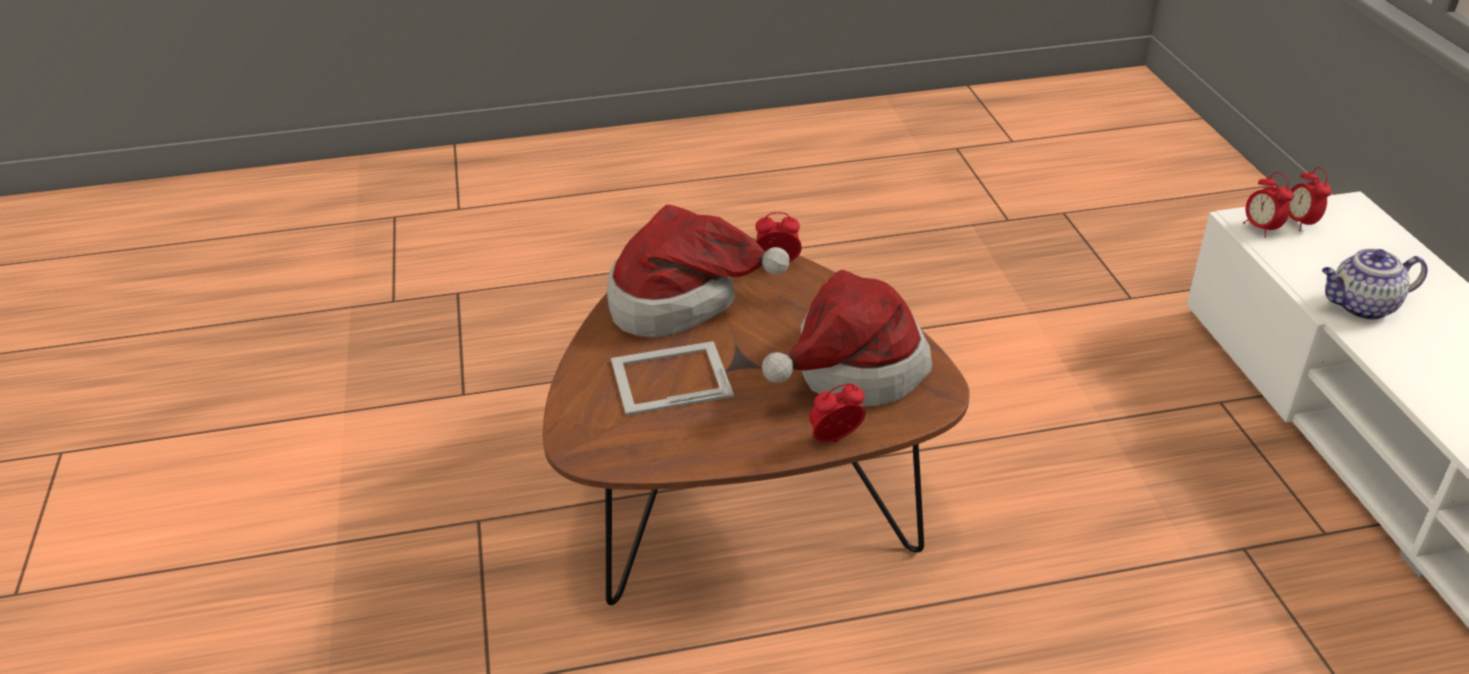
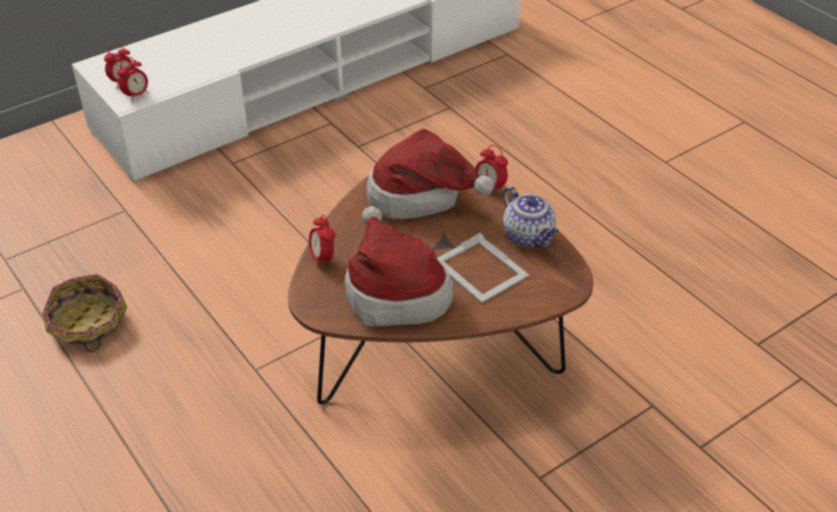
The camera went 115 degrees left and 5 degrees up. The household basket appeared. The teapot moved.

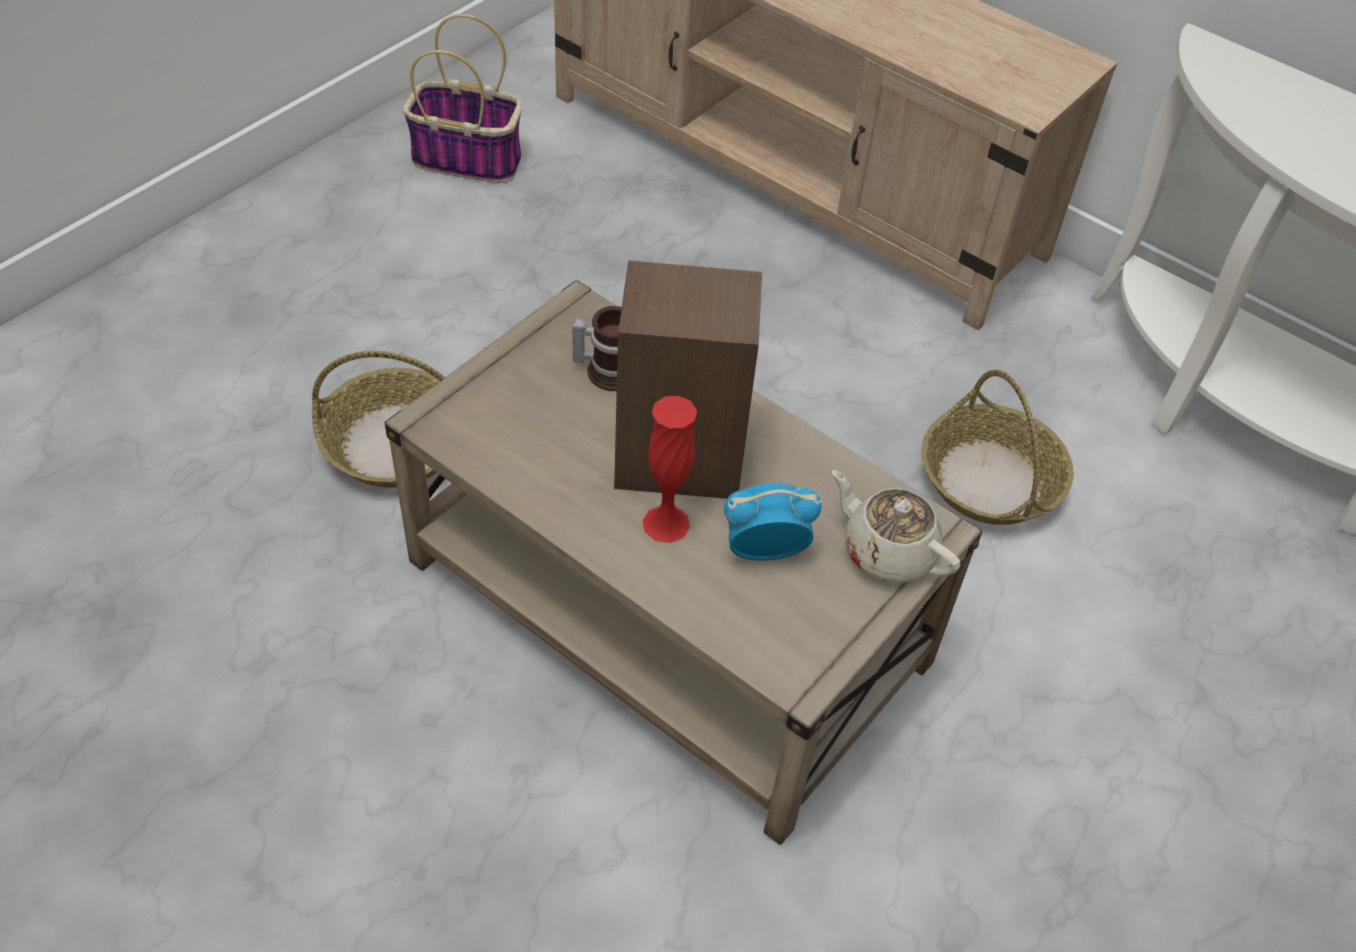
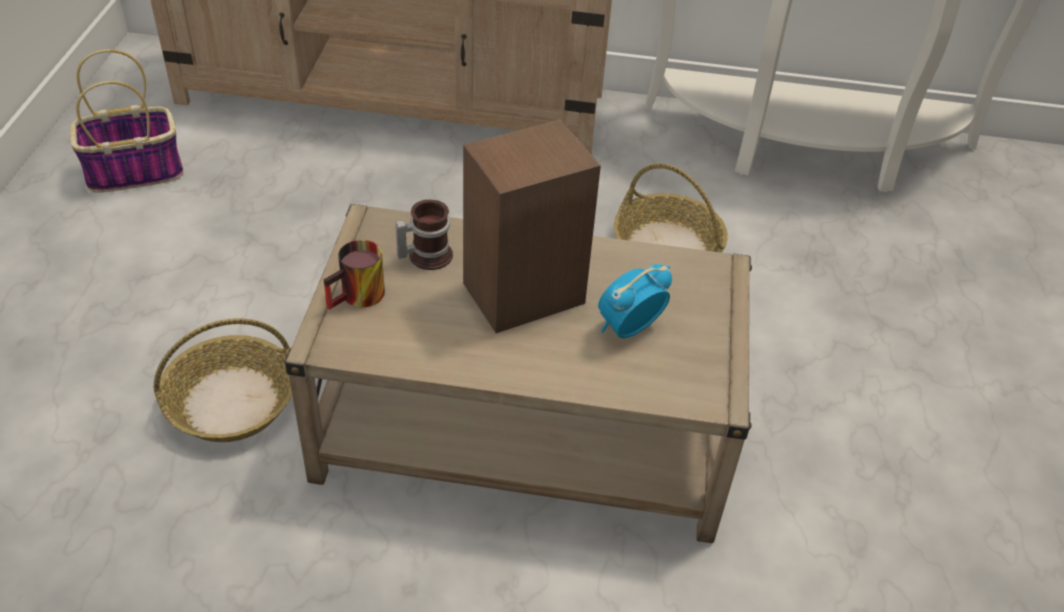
The camera went 30 degrees left and 5 degrees down. The mug (no. 1 from left) appeared. The red decorative vase disappeared. The beige teapot disappeared.

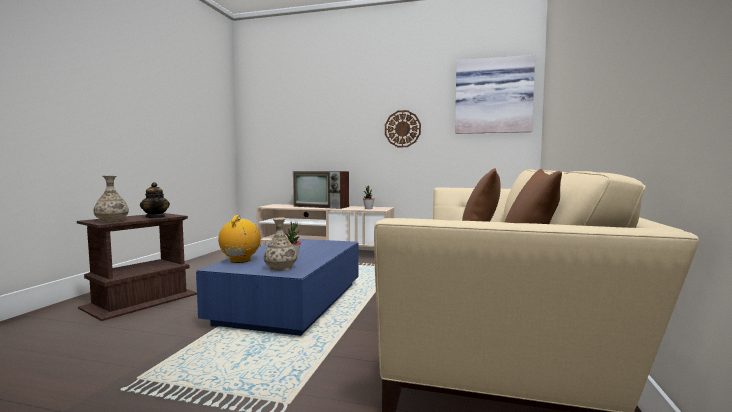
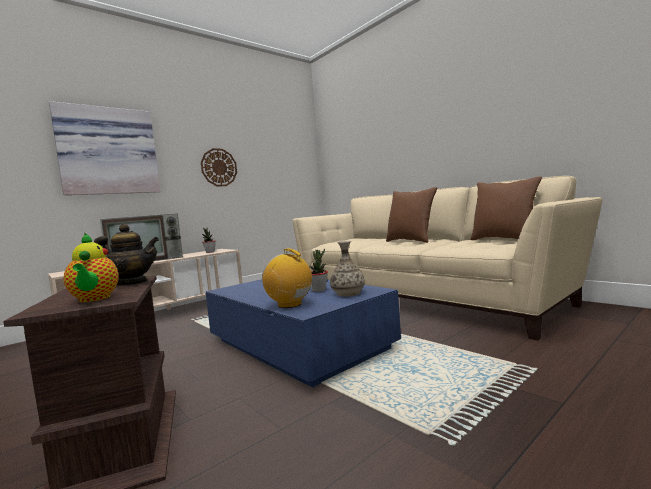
The camera went 55 degrees left and 0 degrees up. The picture moved. The decorative vase (no. 1 from left) was replaced by the teapot (no. 1 from left).

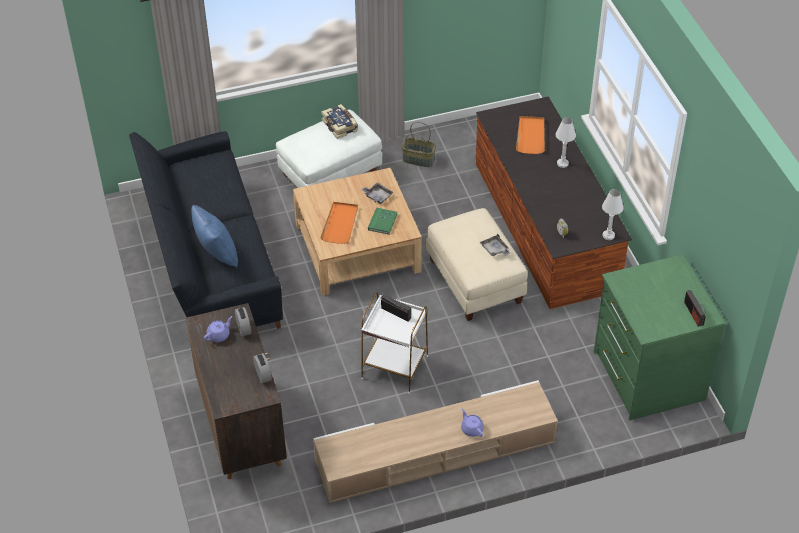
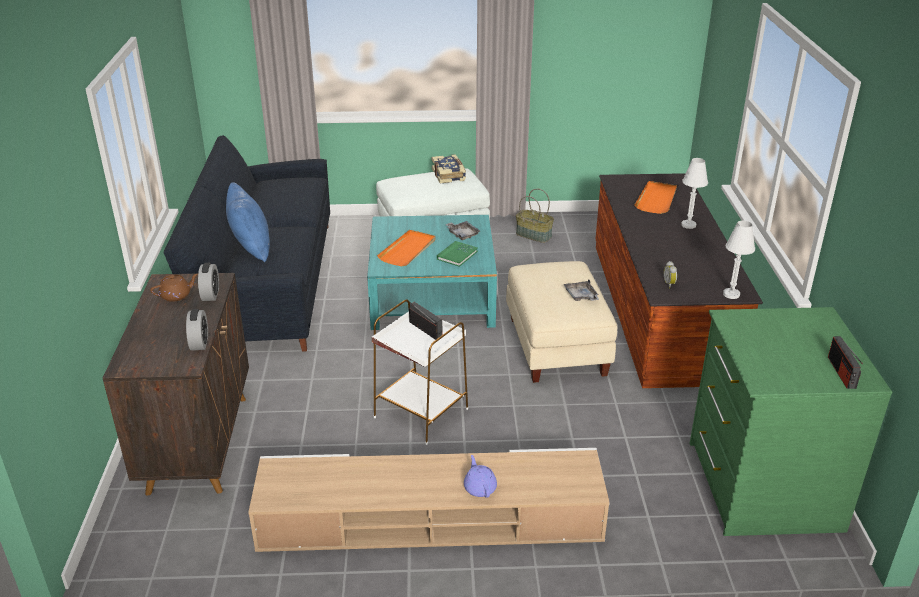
The camera went 15 degrees right and 15 degrees down. The purple teapot (no. 1 from left) became the brown-coloured teapot. The beige low table became the turquoise-coloured low table.

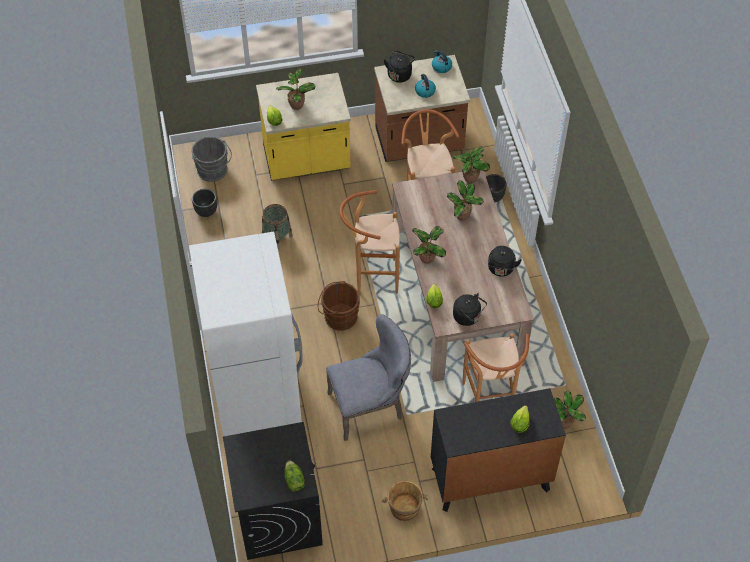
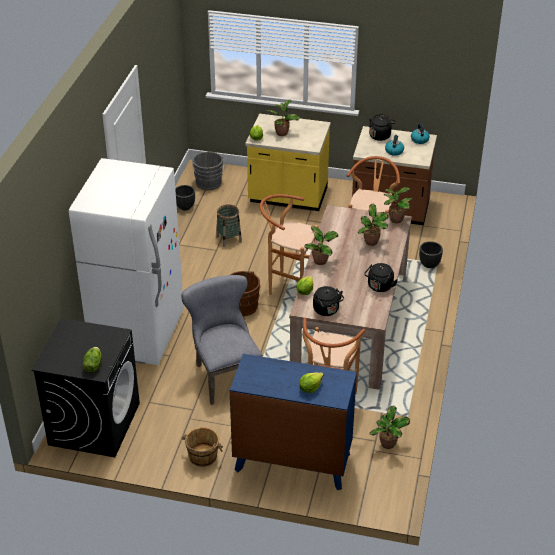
The camera went 25 degrees right and 15 degrees down. The gray chair turned 120 degrees counterclockwise. The blackish dresser became the blue-coloured dresser.

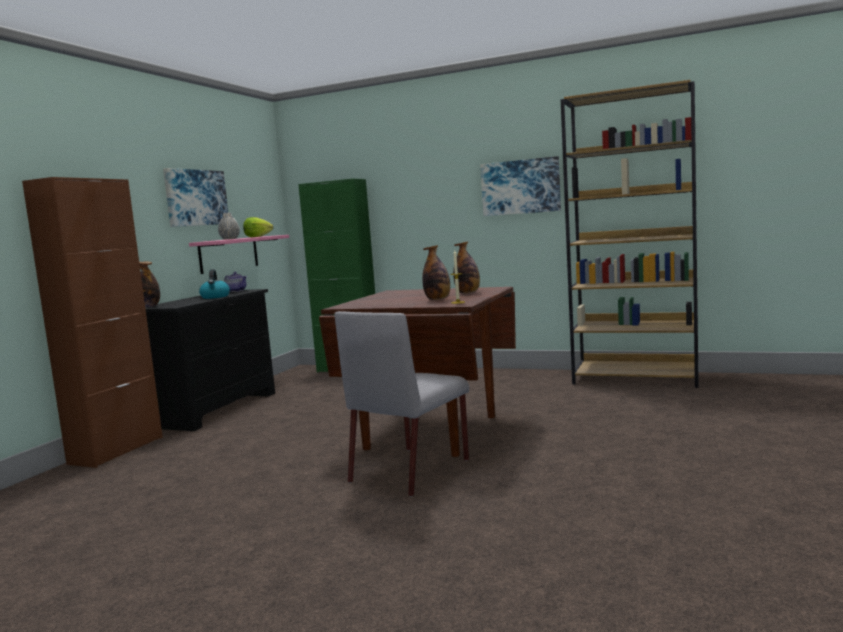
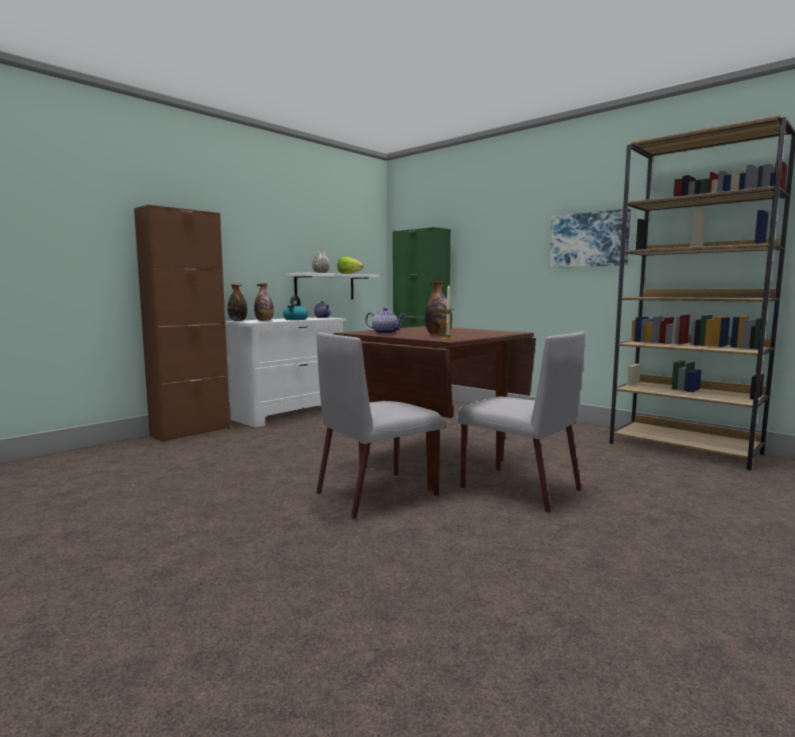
The camera went 20 degrees right and 0 degrees up. The blackish dresser became the white-coloured dresser. The beverage bottle (no. 3 from left in the first image) moved. The pink-coloured wall shelf became the white-coloured wall shelf. The teapot (no. 2 from left) appeared. The gray chair (no. 2 from left) appeared. The picture (no. 1 from left) disappeared.

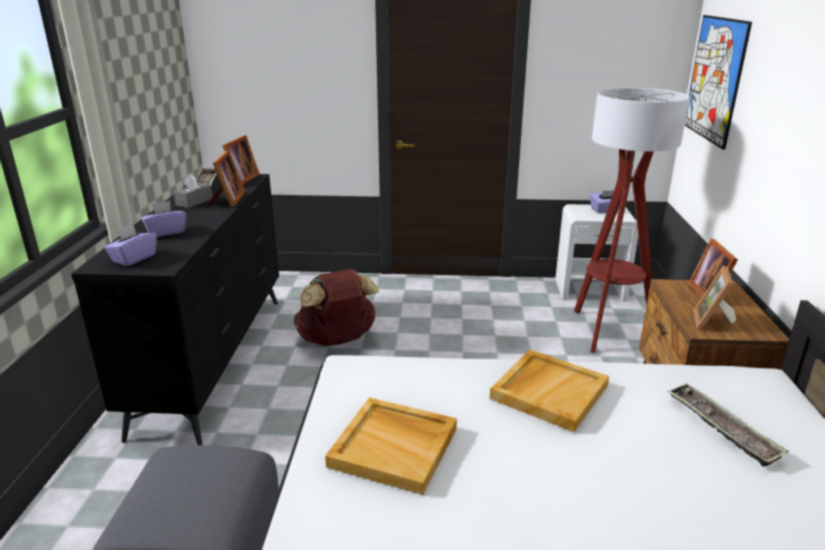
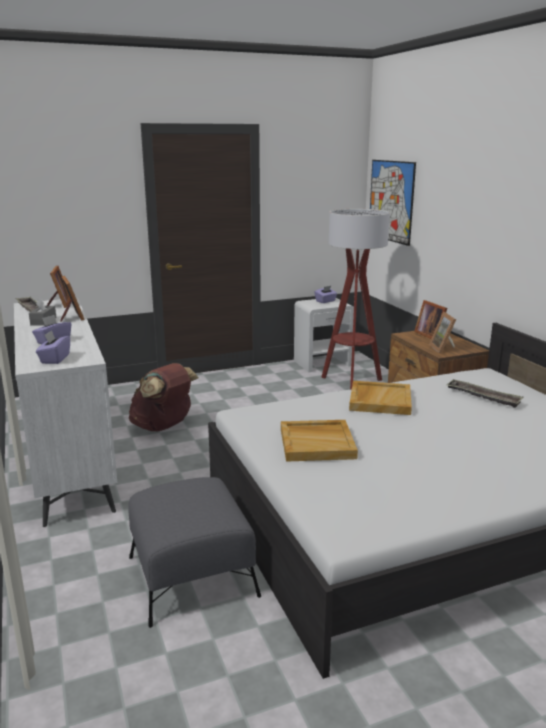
The camera went 25 degrees left and 5 degrees down. The blackish dresser became the white-coloured dresser.

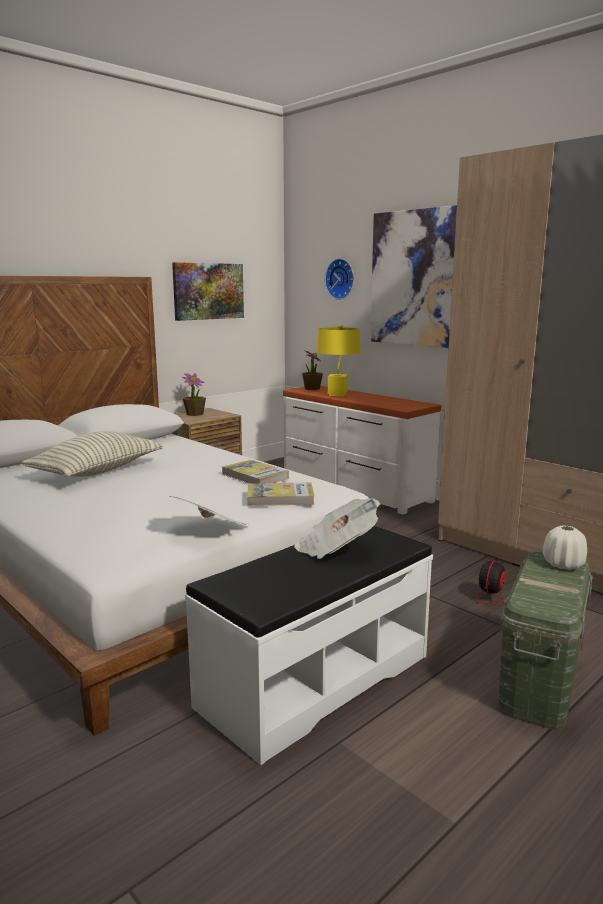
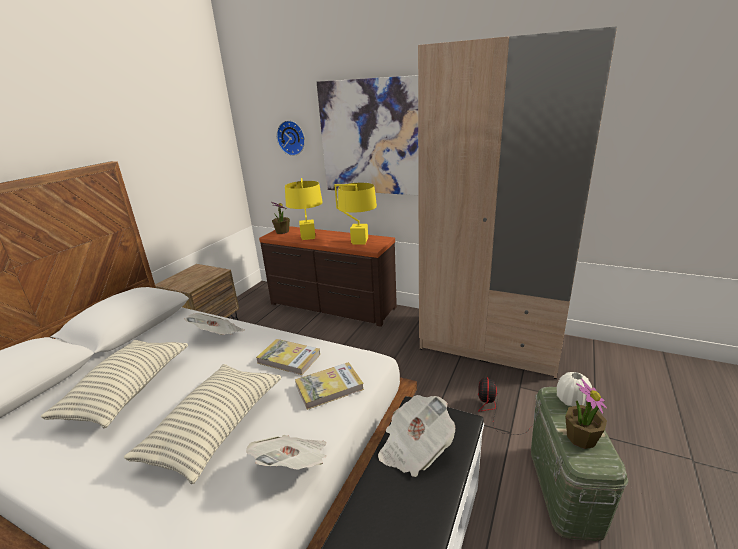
The camera went 20 degrees left and 10 degrees up. The throw pillow (no. 2 from left) appeared. The printed paper (no. 1 from left) appeared. The white-coloured dresser became the brown-coloured dresser. The yellow-coloured table lamp (no. 2 from left) appeared. The potted plant (no. 1 from left in the first image) moved. The picture (no. 1 from left) disappeared.

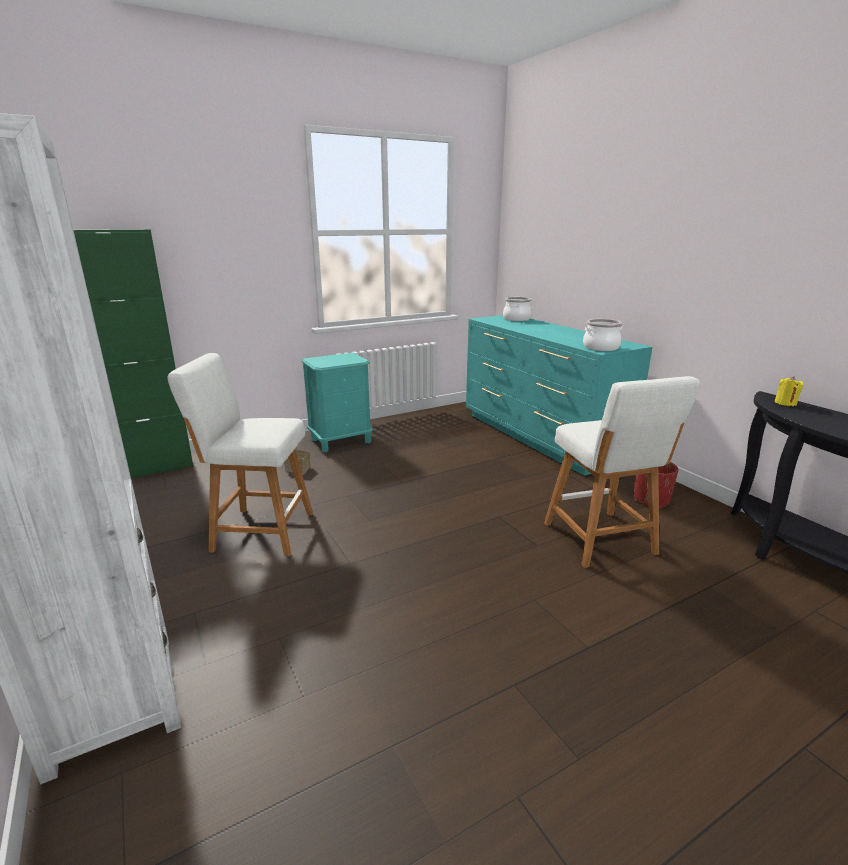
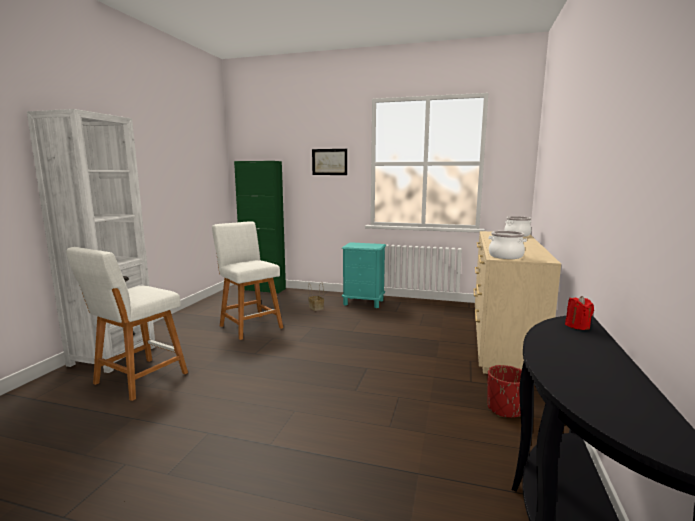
The camera went 45 degrees right and 10 degrees down. The white-coloured stool seat (no. 2 from left in the first image) moved. The picture appeared. The turquoise-coloured dresser became the beige dresser. The yellow-coloured wax light became the red wax light.

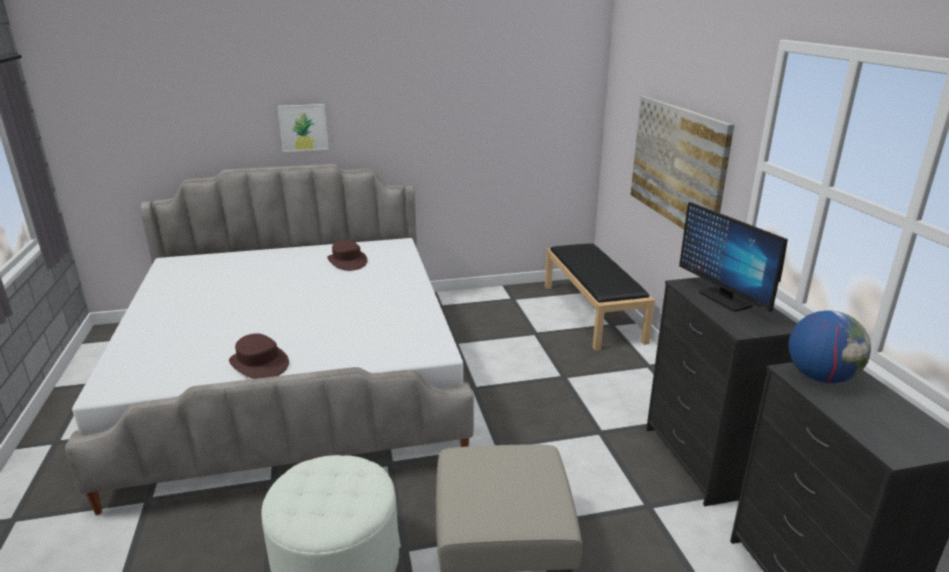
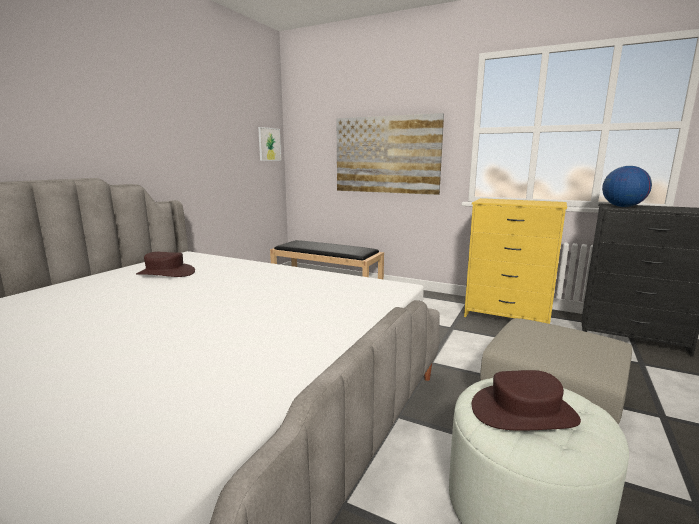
The camera went 50 degrees left and 10 degrees down. The picture (no. 1 from left) moved. The blackish dresser (no. 1 from left) became the yellow-coloured dresser. The brown-coloured wearable hat (no. 1 from left in the first image) moved. The computer screen disappeared.

